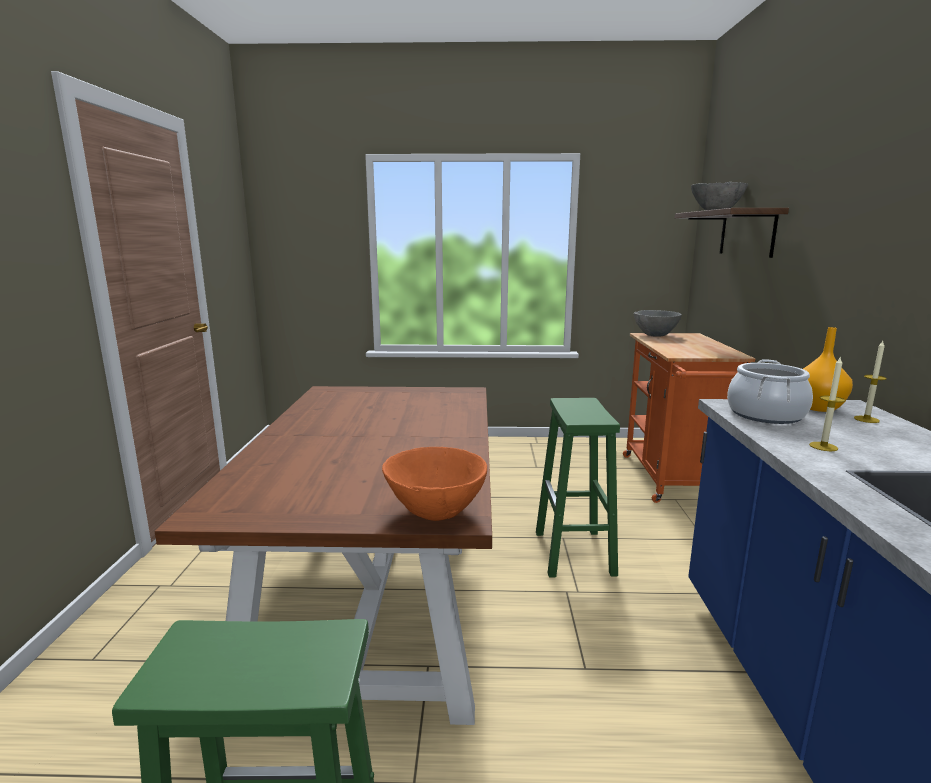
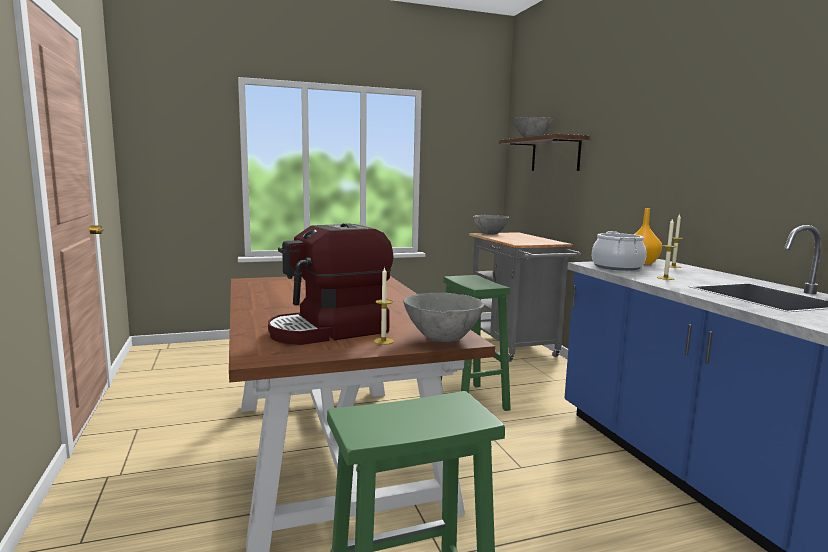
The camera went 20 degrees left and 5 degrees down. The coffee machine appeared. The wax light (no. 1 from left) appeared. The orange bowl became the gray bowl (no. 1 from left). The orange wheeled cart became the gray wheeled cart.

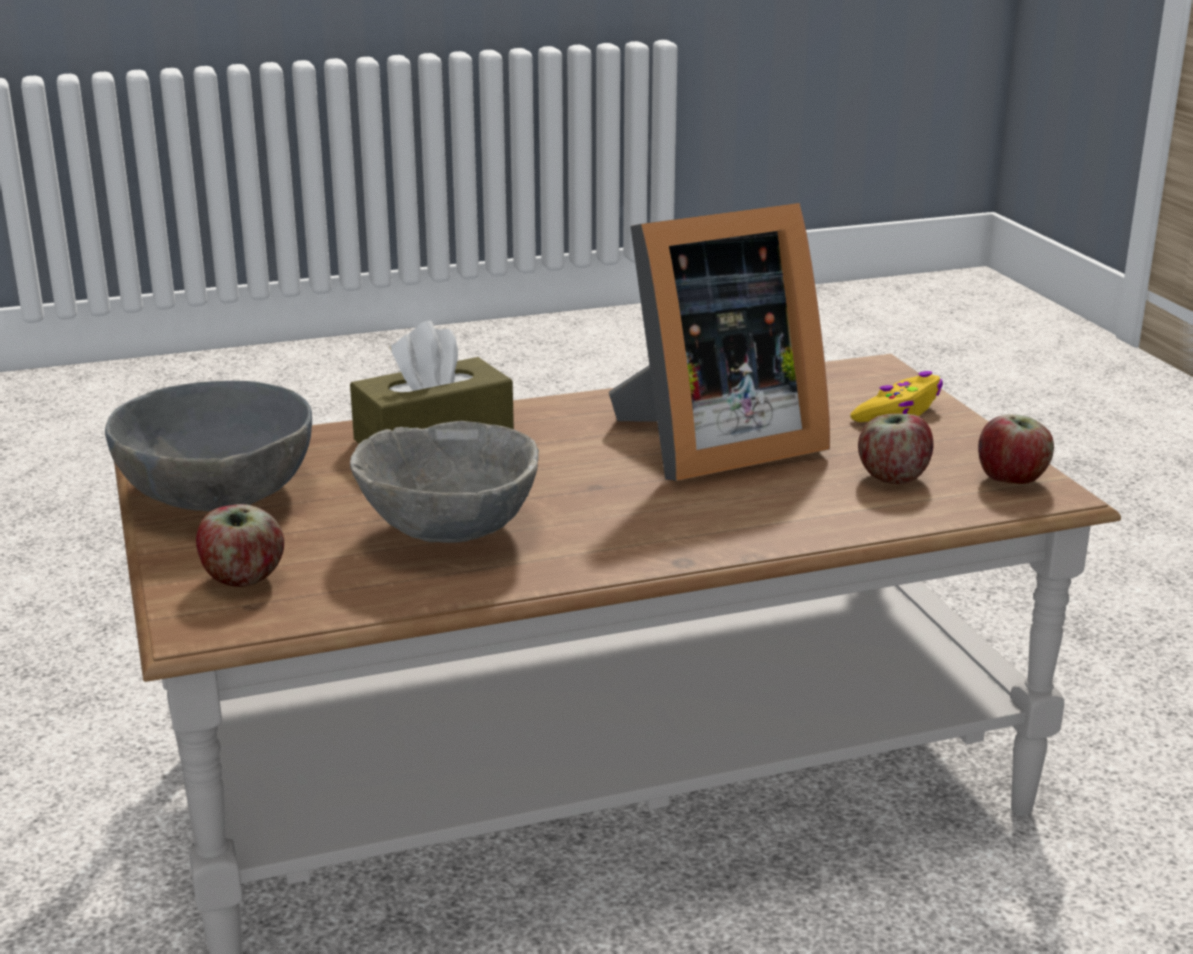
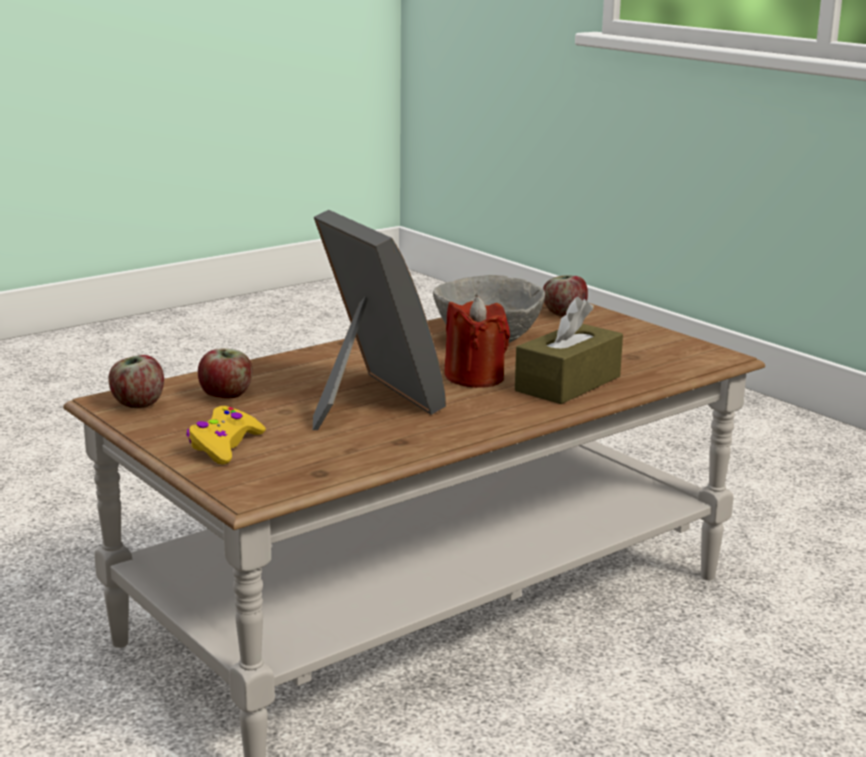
The camera went 160 degrees right and 5 degrees down. The photo frame turned 105 degrees clockwise. The red wax light appeared. The gray bowl (no. 1 from left) disappeared.

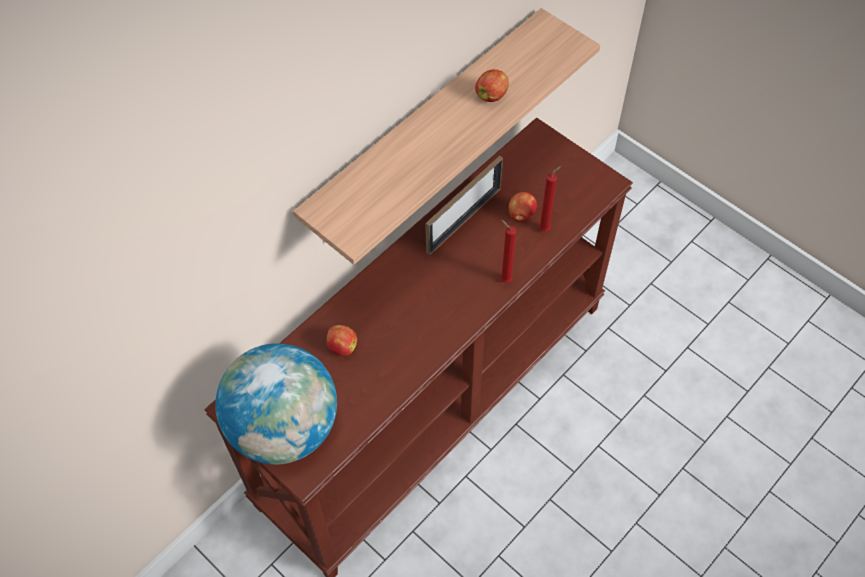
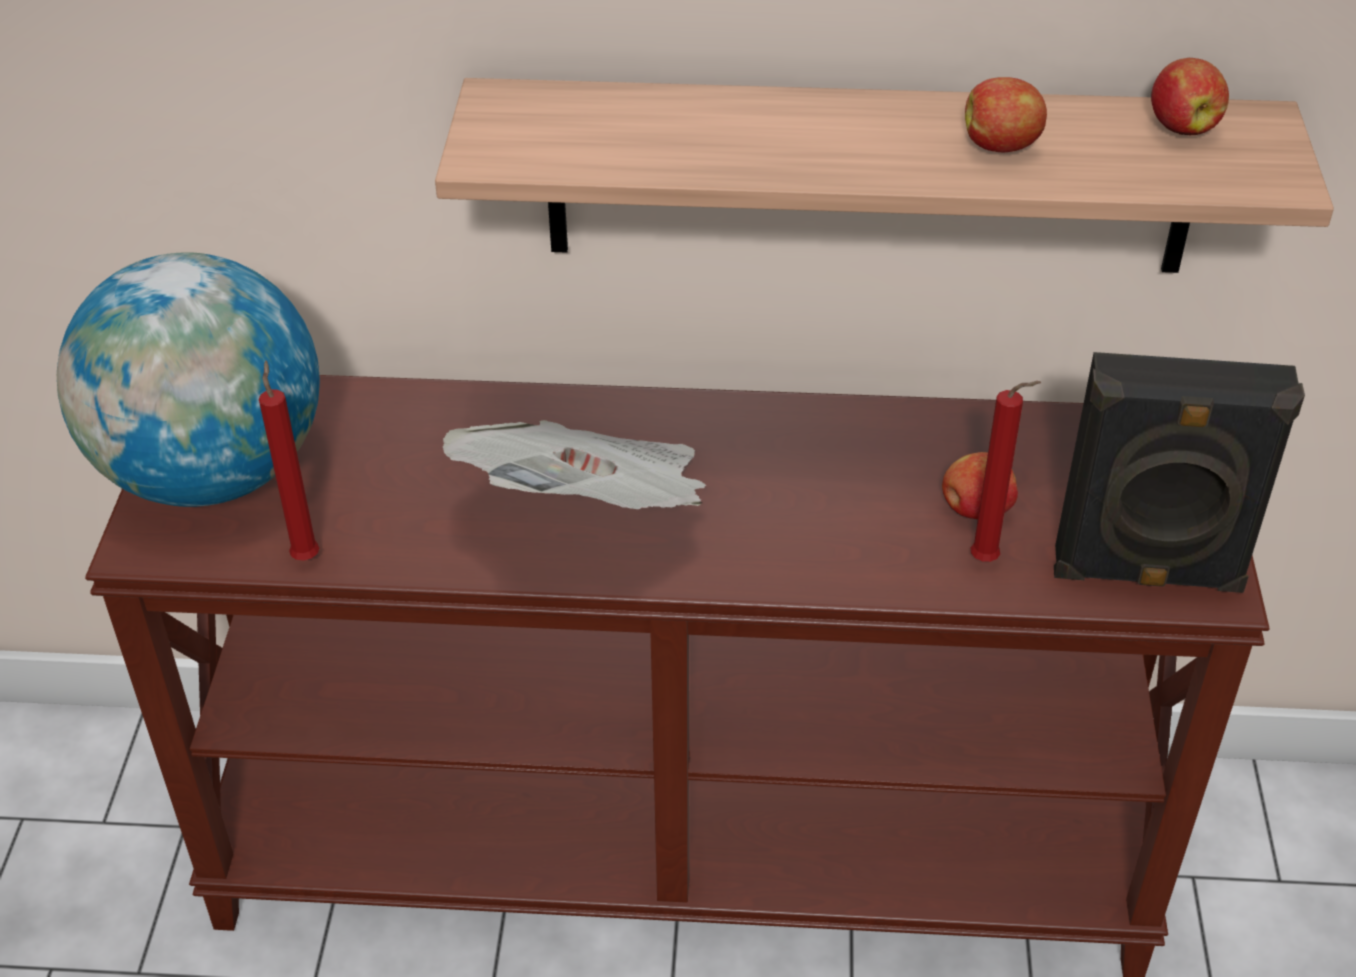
The camera went 50 degrees right and 15 degrees down. The red wax light (no. 1 from left) moved. The printed paper appeared. The blackish speaker appeared. The whole apple (no. 1 from left in the first image) moved. The photo frame disappeared.

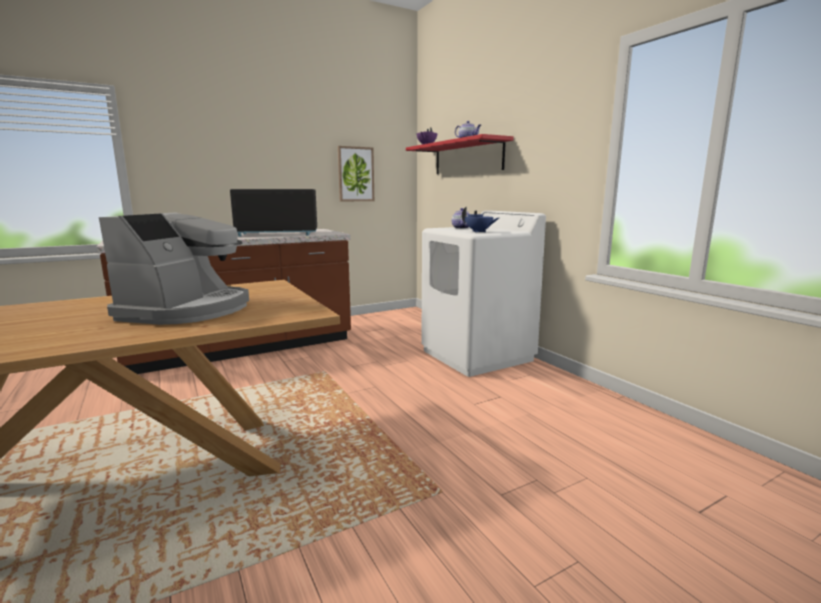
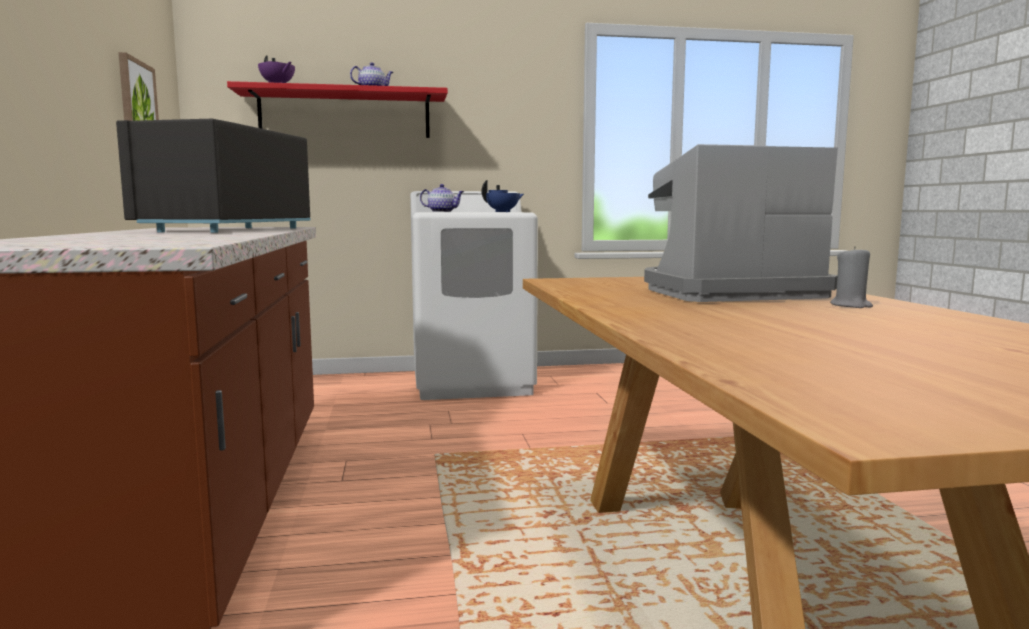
The camera went 70 degrees left and 5 degrees down. The coffee machine turned 45 degrees counterclockwise. The gray wax light appeared.

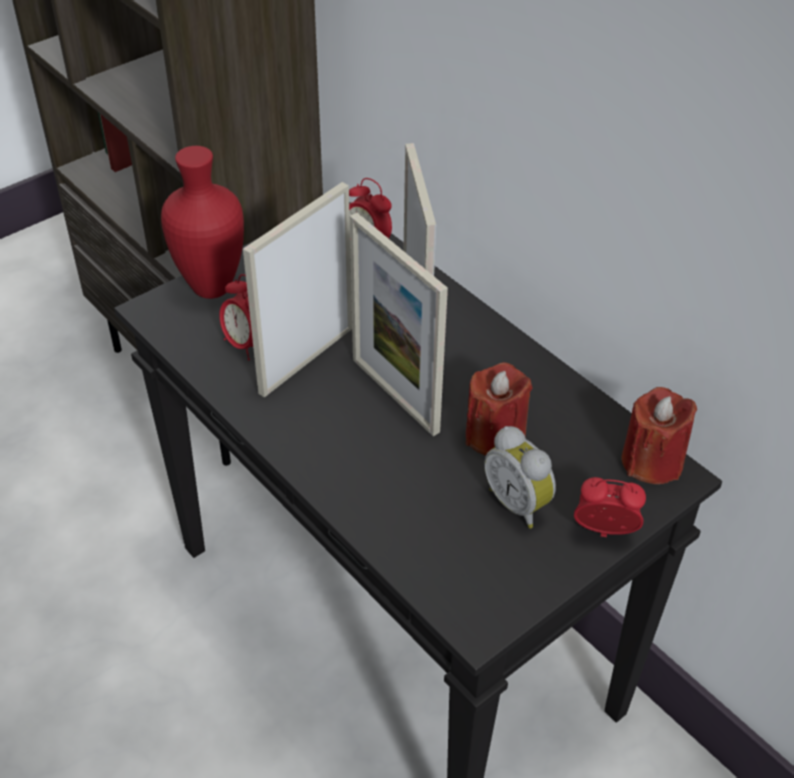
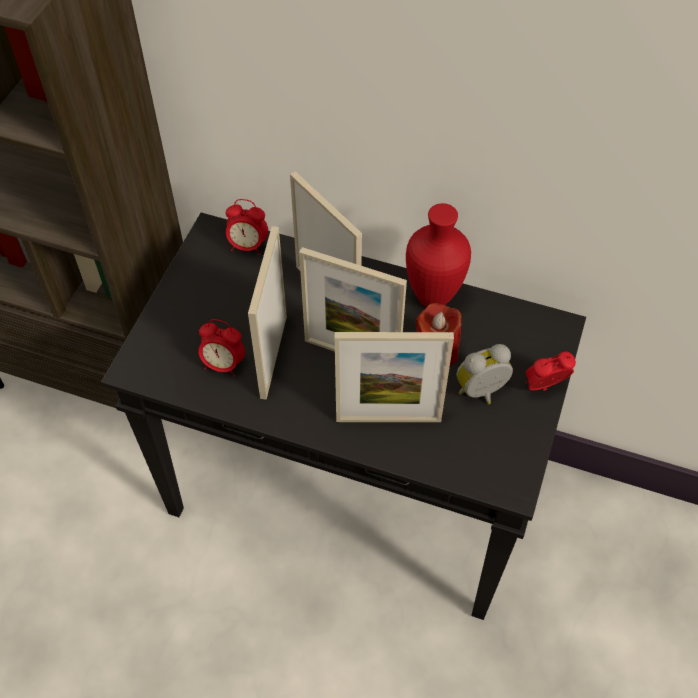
The camera went 30 degrees left and 10 degrees up. The photo frame (no. 4 from left) appeared. The red decorative vase moved. The table clock (no. 3 from left) turned 135 degrees clockwise. The red wax light (no. 2 from left) disappeared.

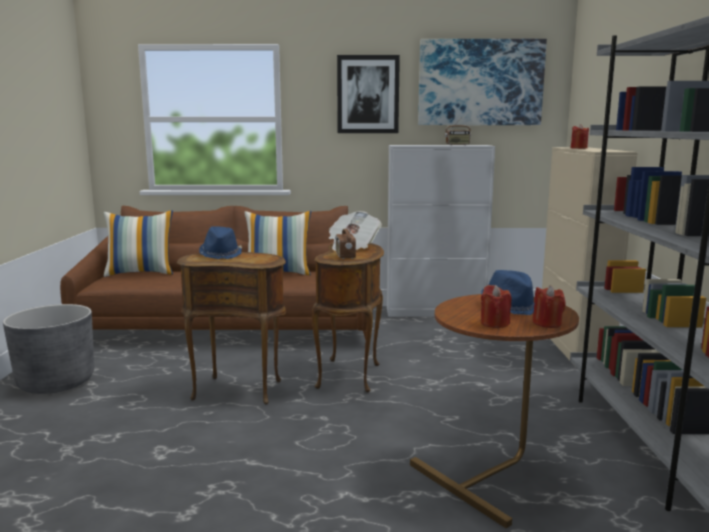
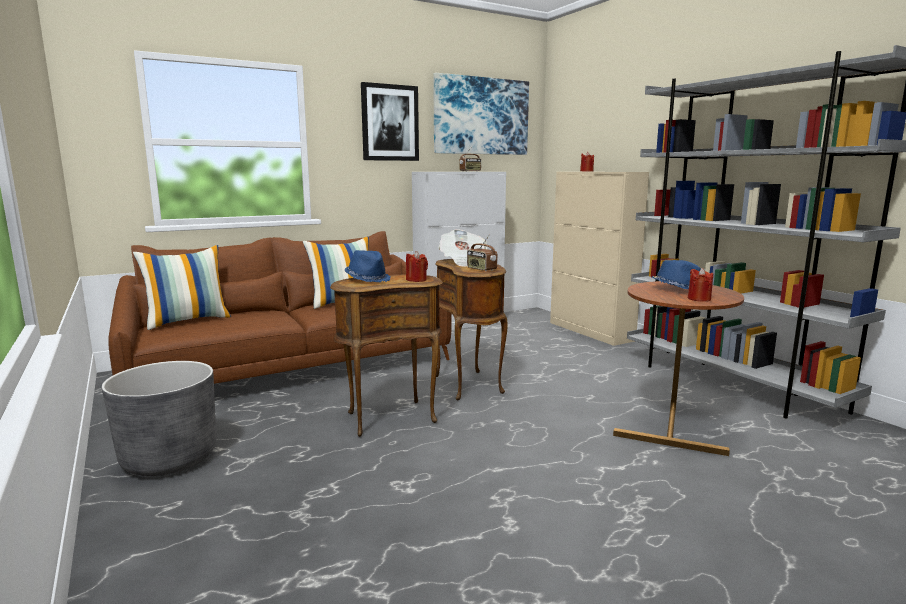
The camera went 30 degrees left and 0 degrees up. The red wax light (no. 2 from left in the first image) moved.

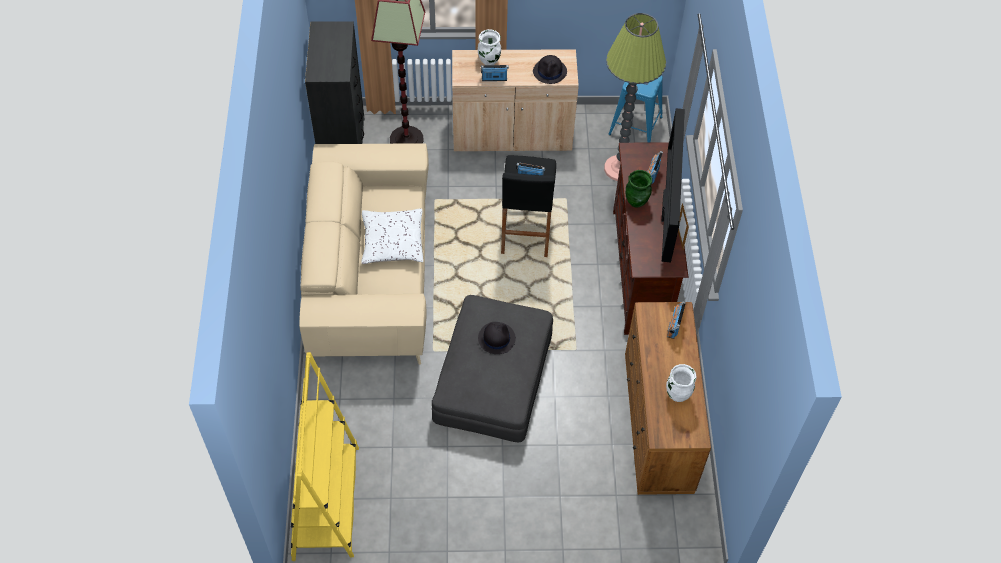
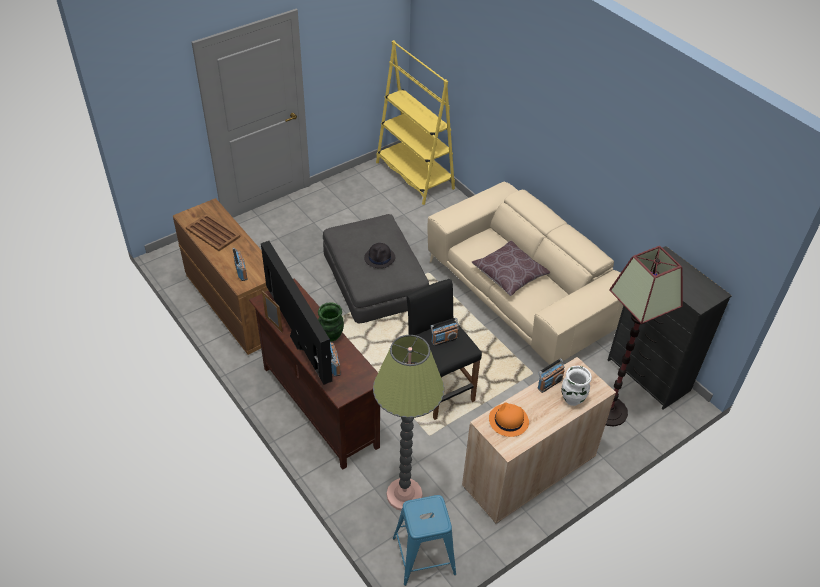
The camera went 145 degrees right and 10 degrees down. The white-coloured decorative vase (no. 2 from left) was replaced by the brown-coloured carrying tray. The white-coloured throw pillow became the brown-coloured throw pillow. The blackish wearable hat (no. 2 from left) became the orange wearable hat.

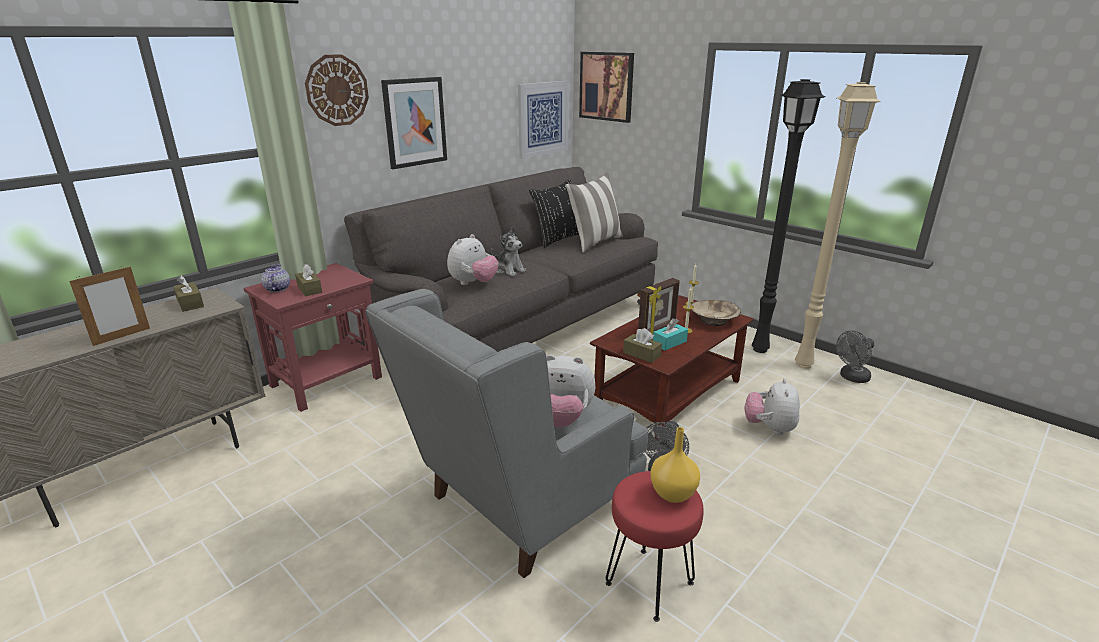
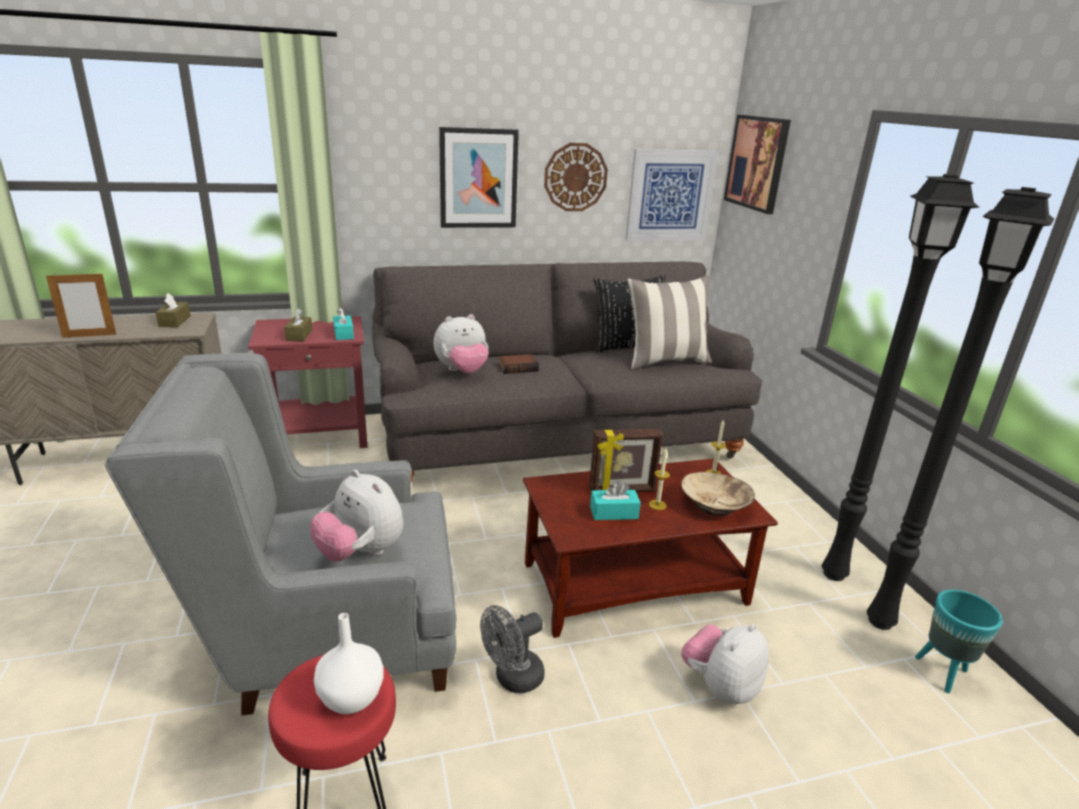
The camera went 30 degrees right and 0 degrees up. The yellow-coloured decorative vase became the white-coloured decorative vase. The turquoise-coloured tissue holder (no. 1 from left) appeared. The plush toy (no. 2 from left) was replaced by the volume. The hanging clock moved. The beige standard lamp became the blackish standard lamp (no. 2 from left). The gray cooling fan (no. 2 from left) was replaced by the turquoise-coloured flower pot. The teapot disappeared. The brown-coloured tissue holder (no. 3 from left) disappeared.

